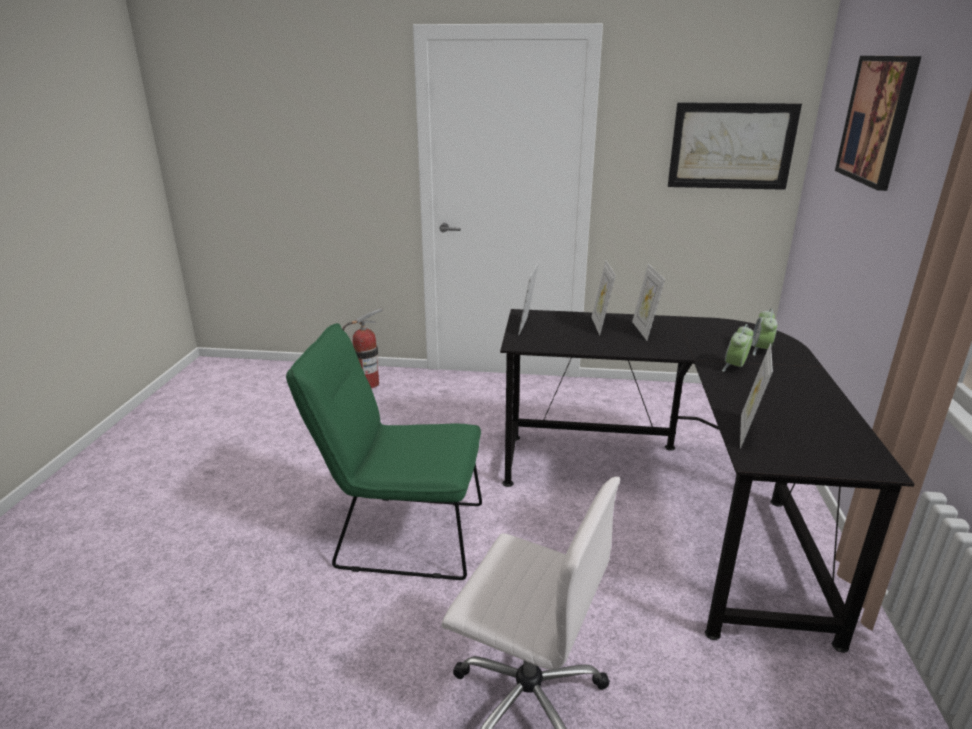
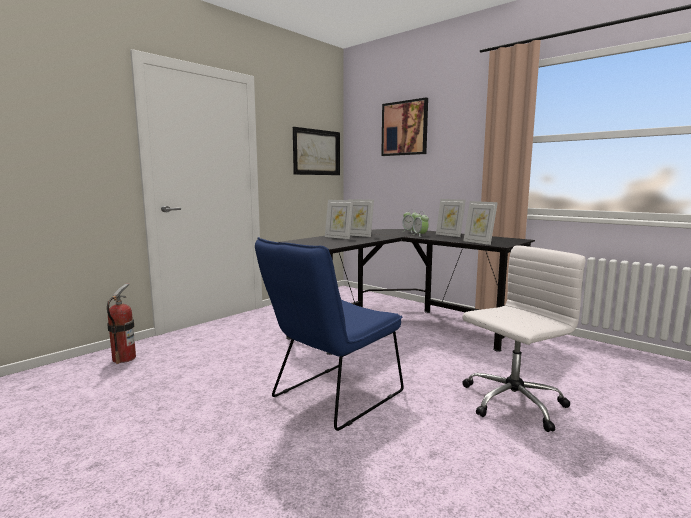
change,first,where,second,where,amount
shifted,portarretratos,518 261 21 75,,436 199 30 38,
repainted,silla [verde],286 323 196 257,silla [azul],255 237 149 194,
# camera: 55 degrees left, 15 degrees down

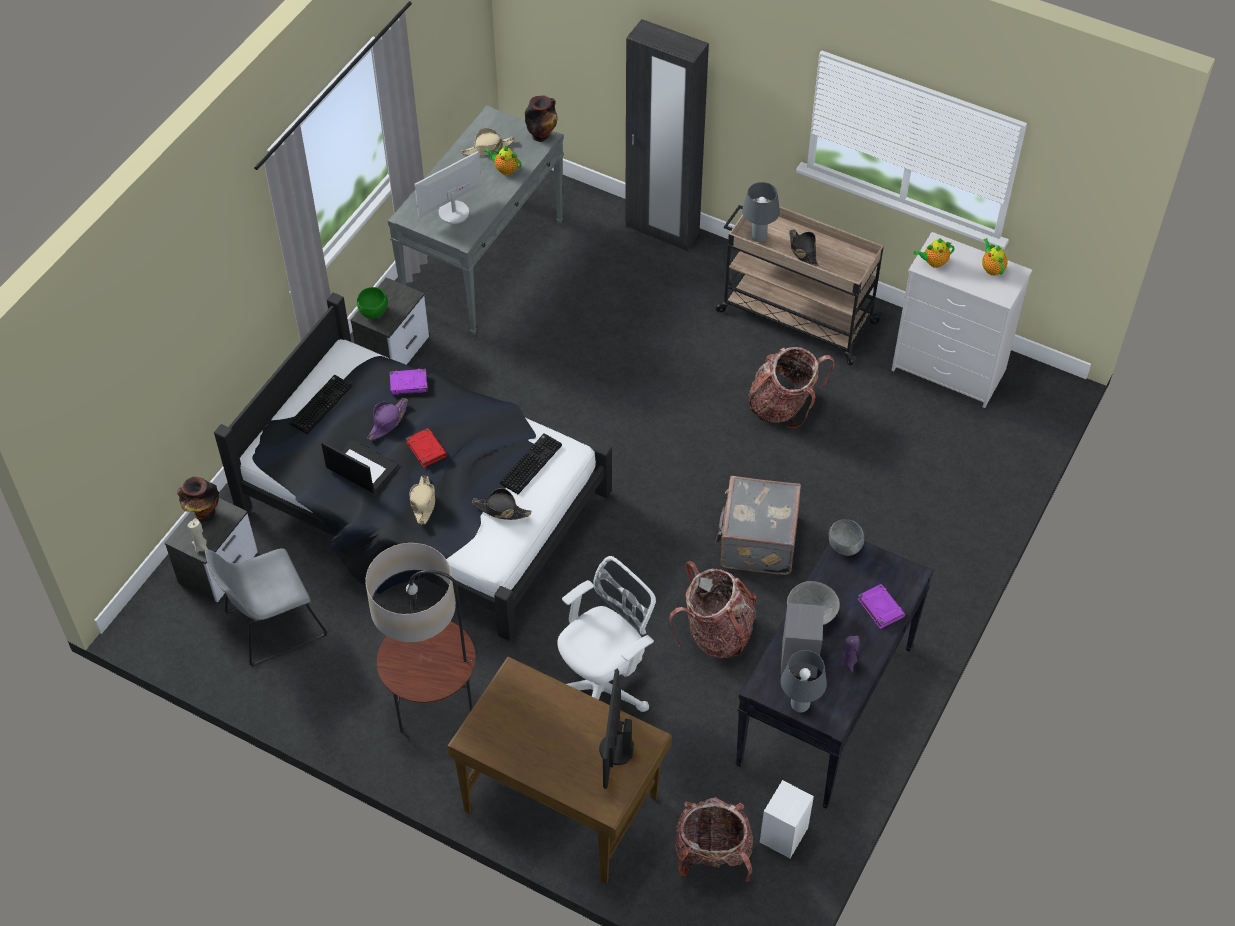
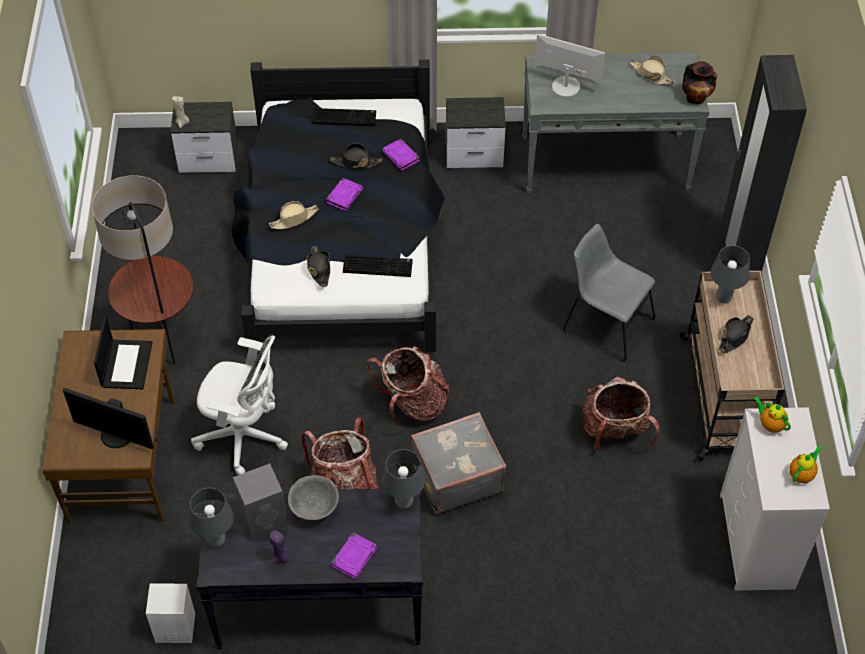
change,first,where,second,where,amount
gone,florero,177 477 42 45,,,
gone,cuenco [verde],357 287 31 32,,,
gone,tetera,484 146 38 29,,,
shifted,silla [gris],205 548 123 119,,563 224 93 138,
shifted,portátil,321 439 78 54,,94 316 59 73,
shifted,mochila,675 797 78 85,,367 346 83 84,
swapped,cuenco [gris],828 519 37 37,lámpara de mesa [gris],382 449 43 60,
repainted,sombrero [morado],367 398 41 42,sombrero [negro],330 143 52 26,
repainted,libro [rojo],406 428 41 39,libro [morado],326 178 37 33,
rotated,monitor,599 668 35 121,,63 388 91 61,135 degrees counterclockwise
# camera: 60 degrees right, 0 degrees up

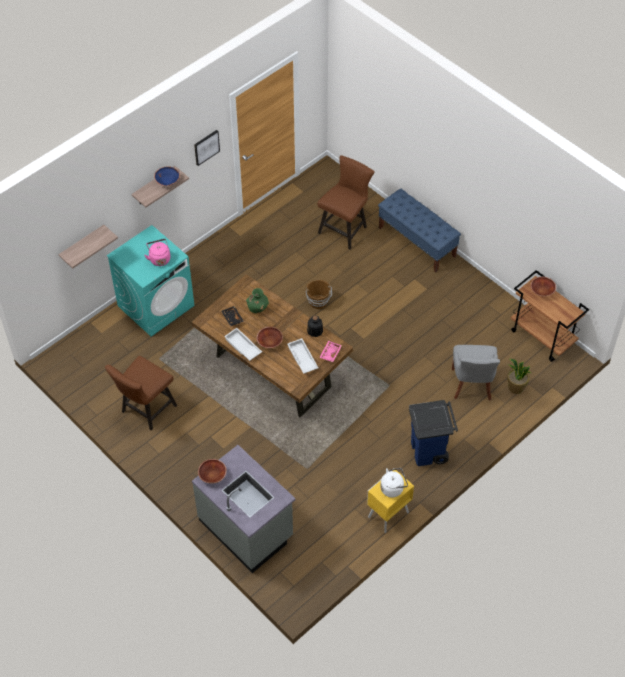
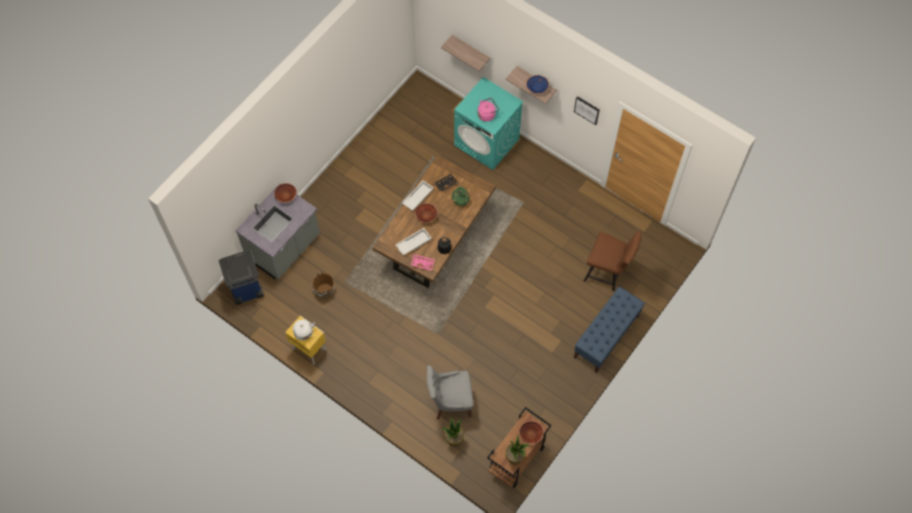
change,first,where,second,where,amount
gone,silla [marrón],105 356 72 74,,,
new,,,planta en maceta,505 435 24 30,
shifted,cubo [marrón],306 279 26 30,,312 272 23 26,
shifted,papelera [azul],409 400 49 66,,219 250 45 55,
# camera: 80 degrees right, 10 degrees up

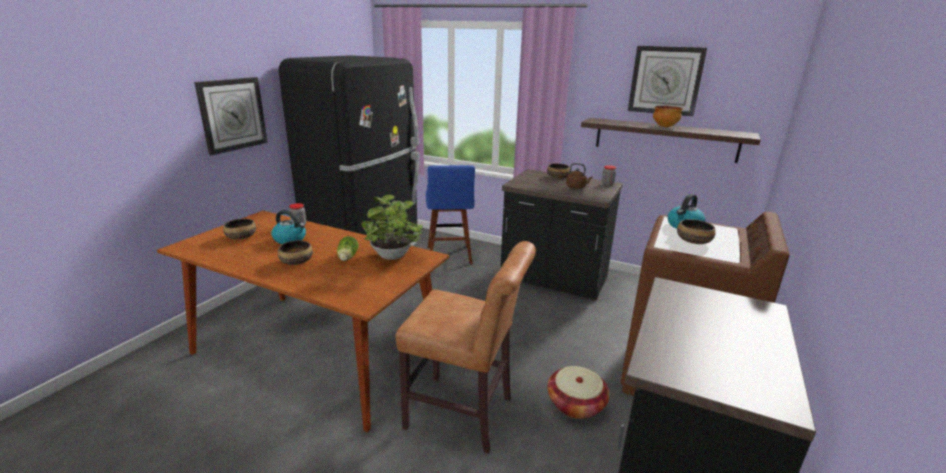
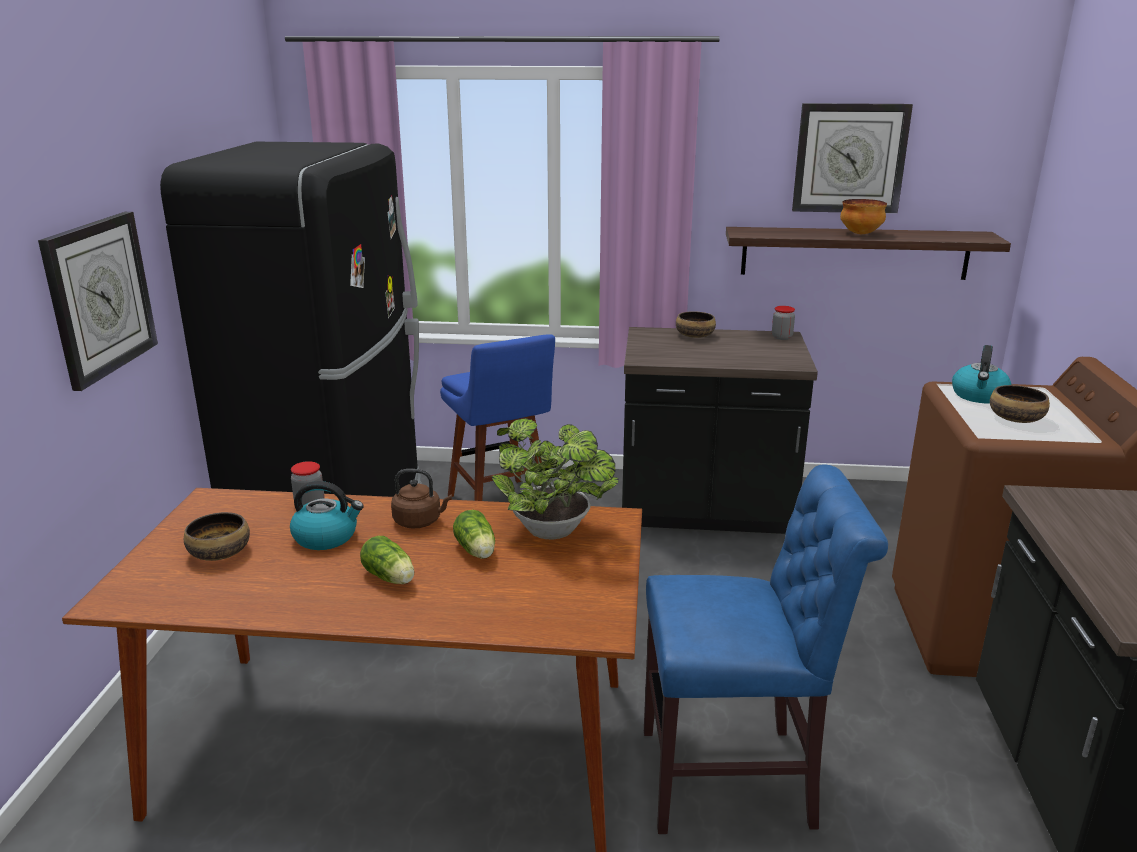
change,first,where,second,where,amount
gone,cesta,547 366 63 53,,,
shifted,hervidor [marrón],566 163 27 26,,391 469 61 59,
swapped,cuenco,278 240 35 25,lechuga,360 536 54 48,
repainted,silla [marrón],396 241 140 213,silla [azul],644 464 244 370,
# camera: 20 degrees left, 0 degrees up

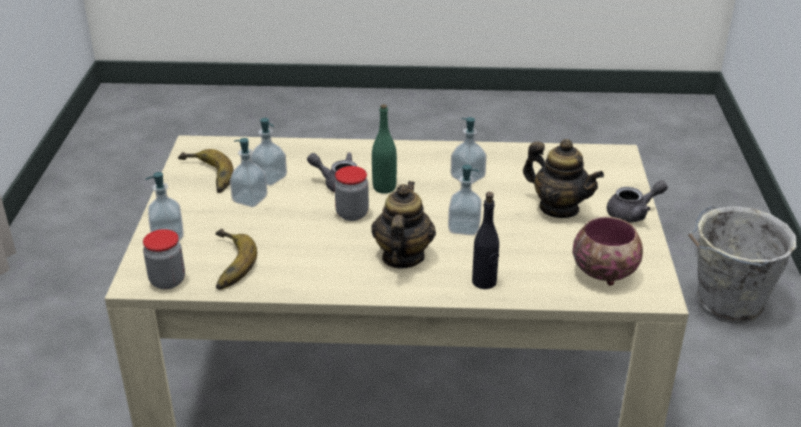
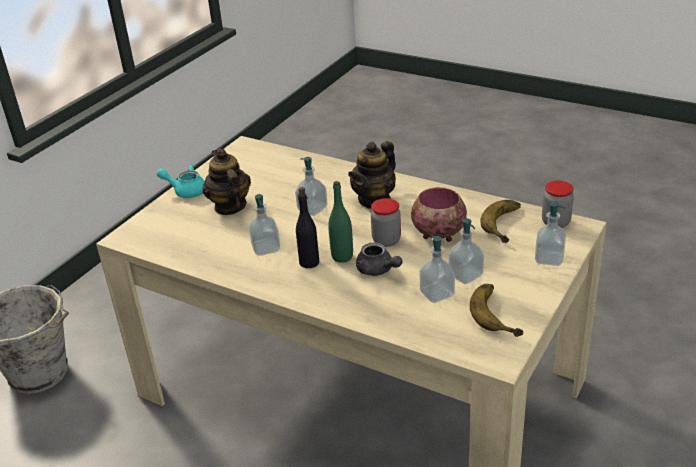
change,first,where,second,where,amount
shifted,botella [negro],472 192 27 97,,296 187 23 81,
shifted,cuenco,573 217 70 69,,411 187 56 55,
repainted,tetera [gris],607 180 61 42,tetera [turquesa],157 164 48 34,
# camera: 150 degrees left, 0 degrees up

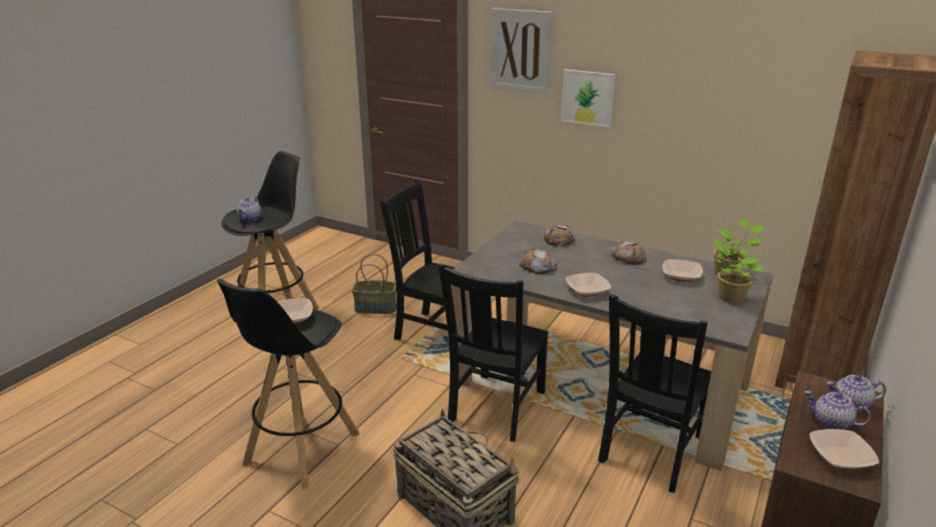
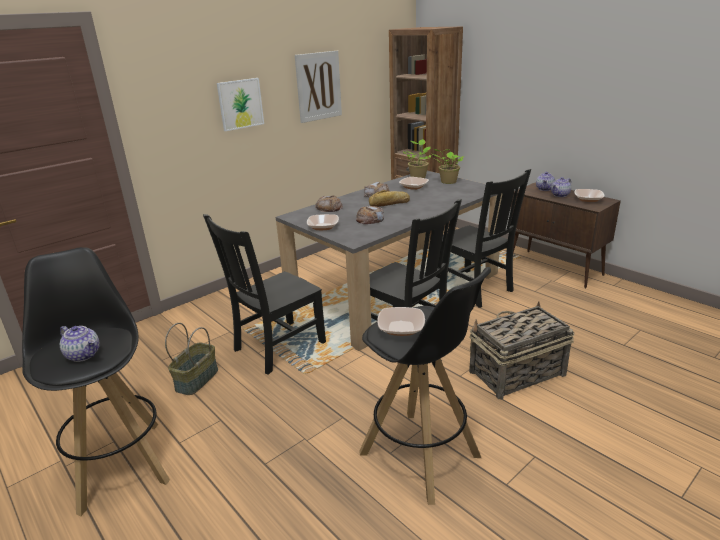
change,first,where,second,where,amount
new,,,pan,369 190 41 17,
shifted,cuadro,490 8 63 86,,295 51 47 72,
shifted,cuenco,566 273 45 24,,307 214 32 16,
# camera: 70 degrees left, 0 degrees up

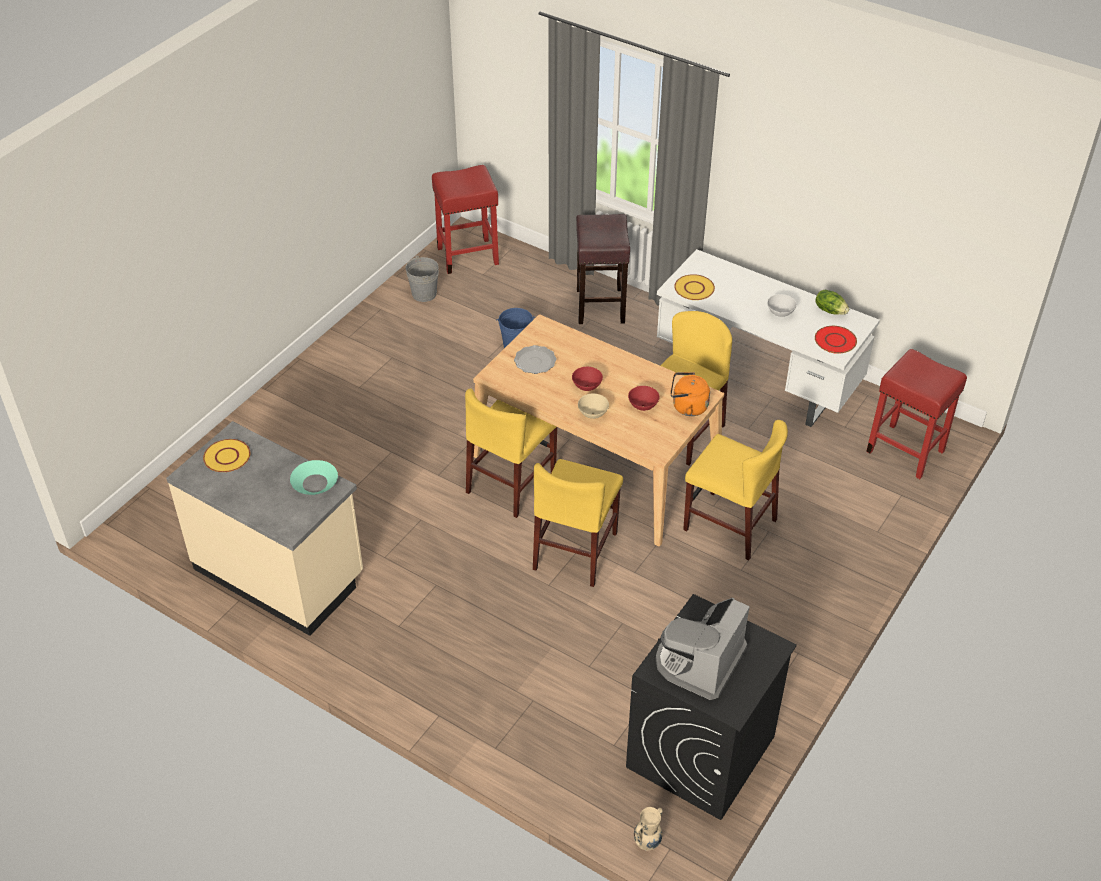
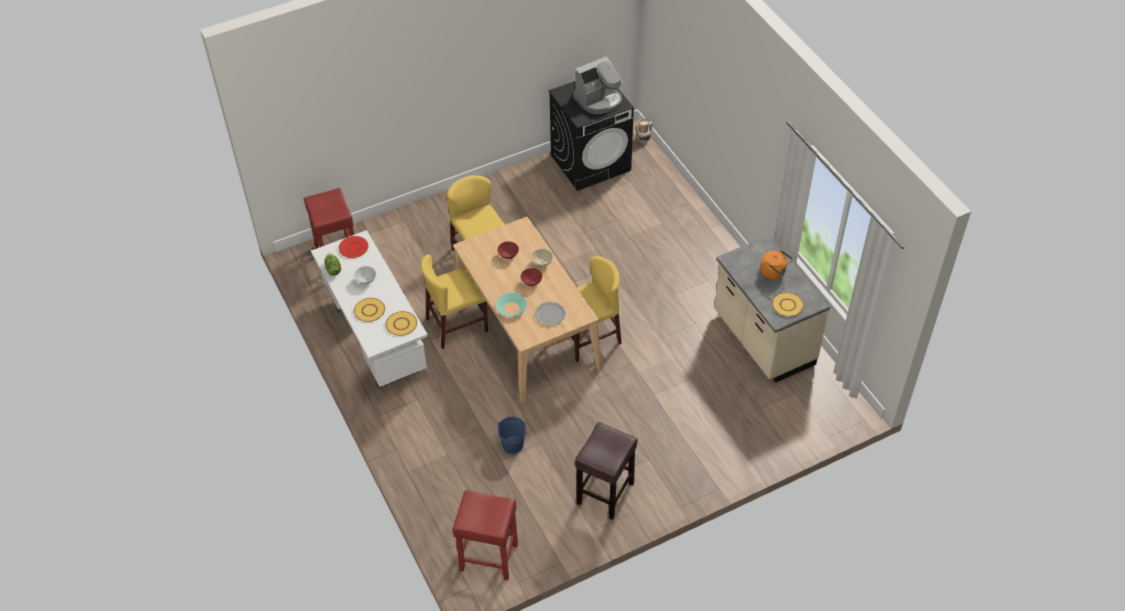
change,first,where,second,where,amount
gone,cubo [gris],405 256 34 46,,,
gone,silla [amarillo],533 459 90 128,,,
new,,,plato [amarillo],354 298 31 24,
shifted,cuenco [turquesa],290 460 48 35,,496 293 31 24,
shifted,taburete [marrón],576 214 54 110,,575 422 63 98,
shifted,hervidor [naranja],671 372 39 44,,760 250 32 30,
# camera: 150 degrees left, 5 degrees up

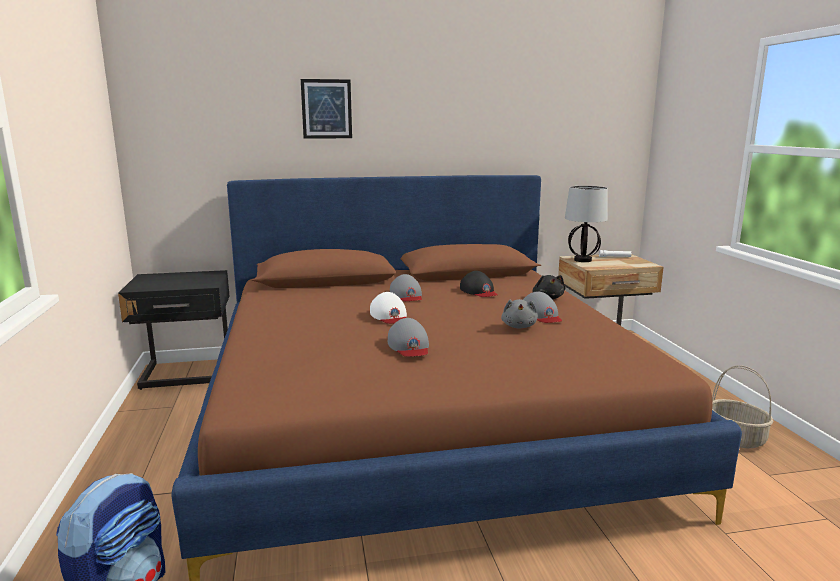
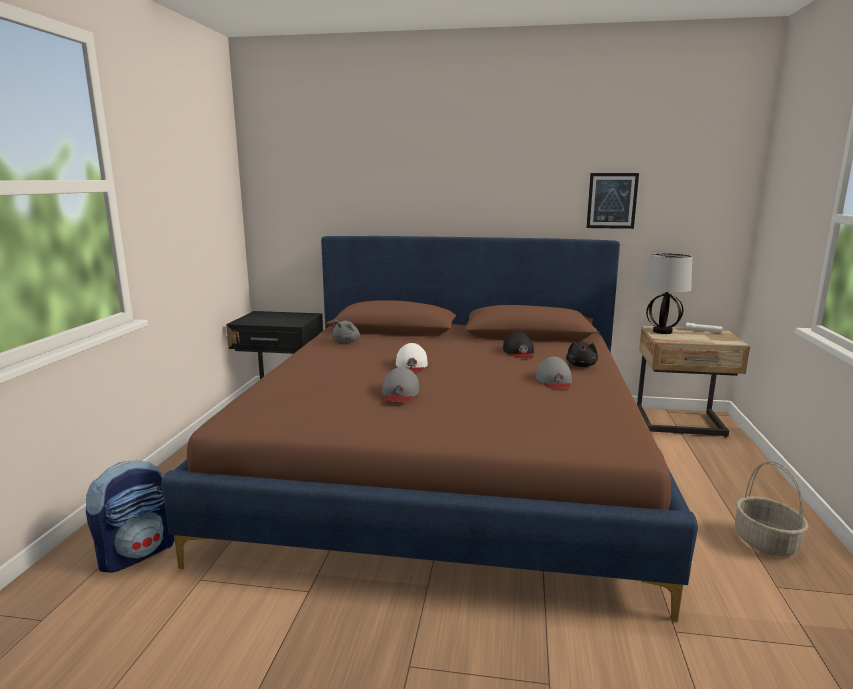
change,first,where,second,where,amount
gone,gorra [gris],390 274 32 27,,,
shifted,cuadro,301 79 51 60,,586 173 53 56,
shifted,peluche [gris],501 299 37 29,,332 320 28 23,
# camera: 20 degrees right, 0 degrees up

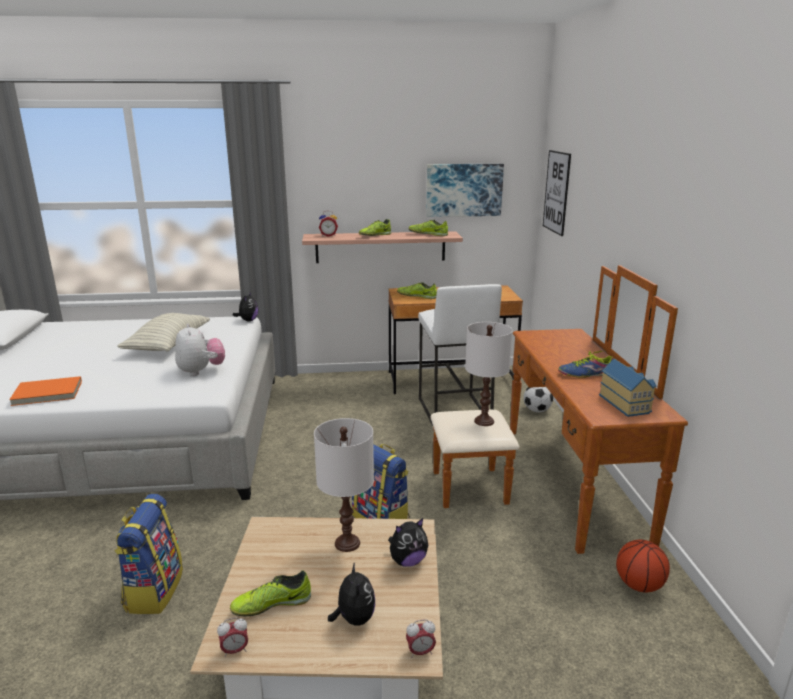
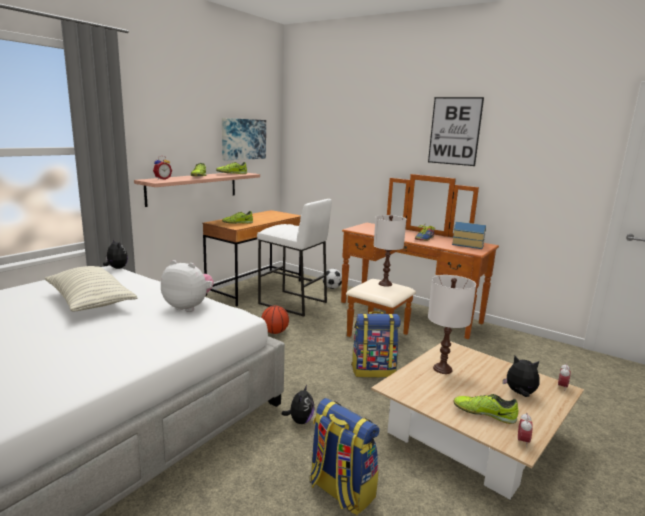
change,first,where,second,where,amount
gone,libro [naranja],9 376 73 30,,,
shifted,peluche,388 518 40 49,,282 385 33 39,
shifted,cuadro,543 150 28 86,,428 97 56 69,
shifted,balón de baloncesto,616 540 54 53,,261 306 28 28,
rotated,zapato,230 571 81 45,,453 394 65 30,90 degrees clockwise
# camera: 50 degrees left, 5 degrees down

